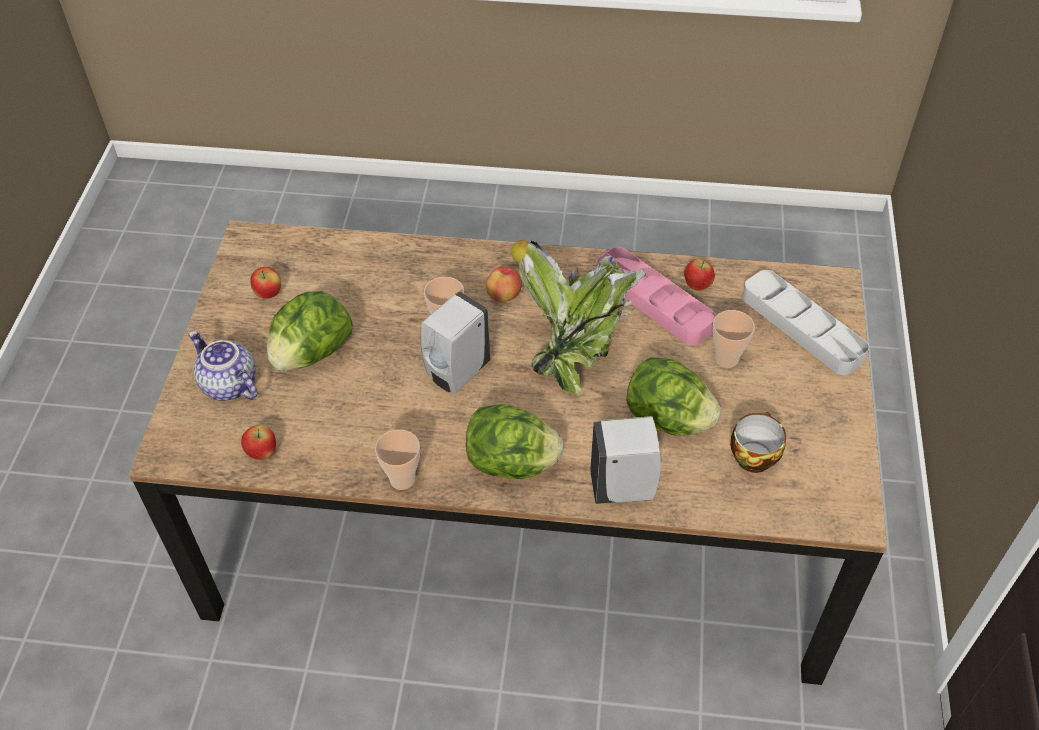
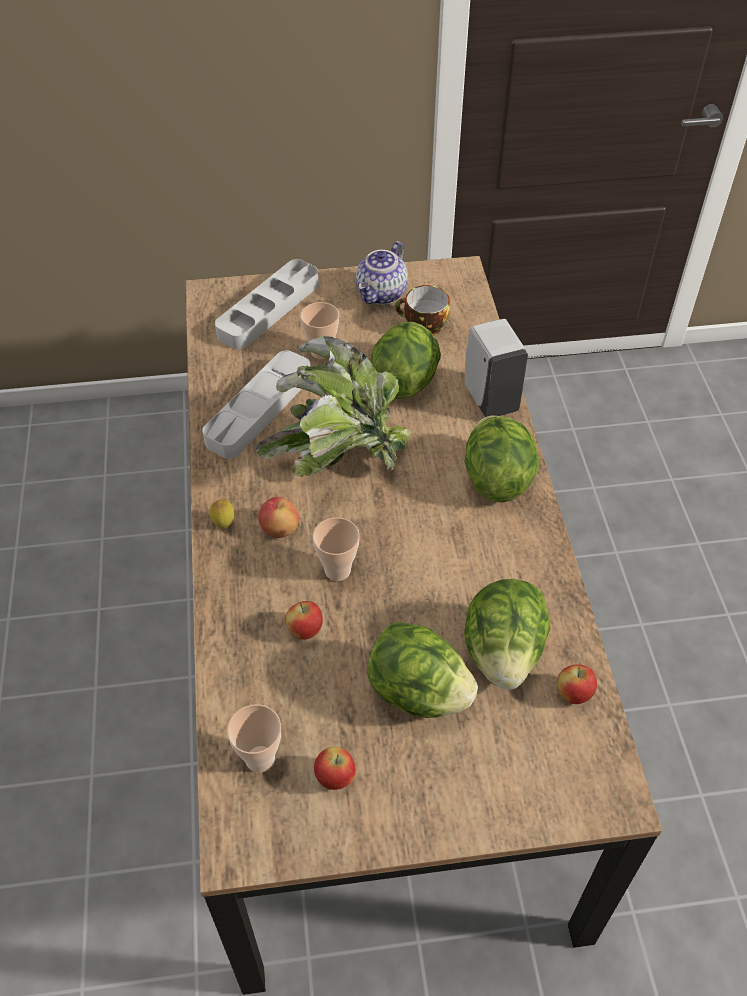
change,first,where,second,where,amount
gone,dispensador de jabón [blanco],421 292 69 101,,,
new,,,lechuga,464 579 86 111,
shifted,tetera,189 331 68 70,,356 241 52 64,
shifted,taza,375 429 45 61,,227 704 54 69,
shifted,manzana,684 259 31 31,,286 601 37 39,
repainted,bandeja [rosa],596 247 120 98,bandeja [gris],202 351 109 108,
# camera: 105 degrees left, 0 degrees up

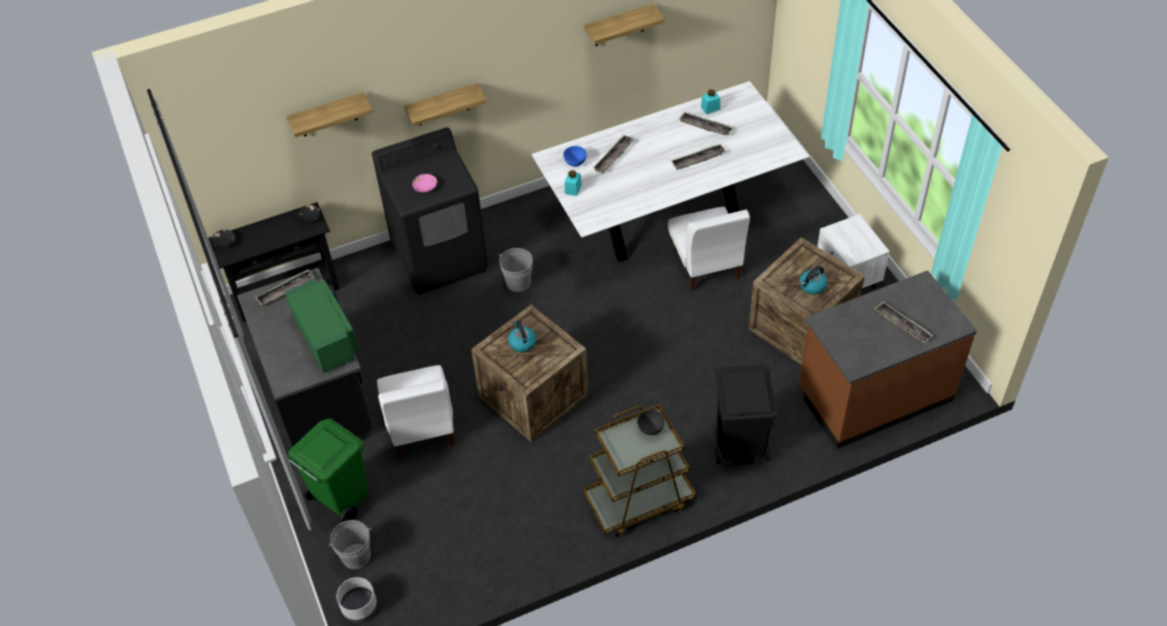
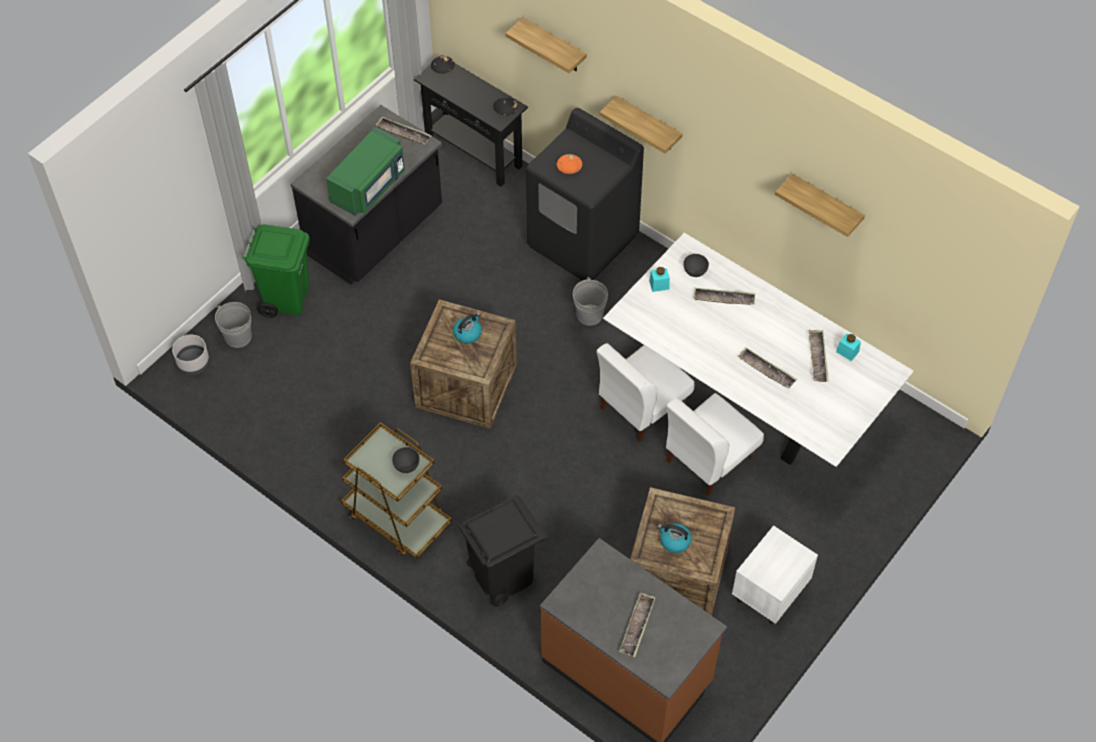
change,first,where,second,where,amount
shifted,silla [blanco],377 365 78 94,,596 343 98 99,
repainted,cuenco [rosa],412 174 25 18,cuenco [naranja],557 154 25 20,
repainted,cuenco [azul],563 146 24 21,cuenco [gris],683 254 26 23,
# camera: 60 degrees right, 5 degrees up

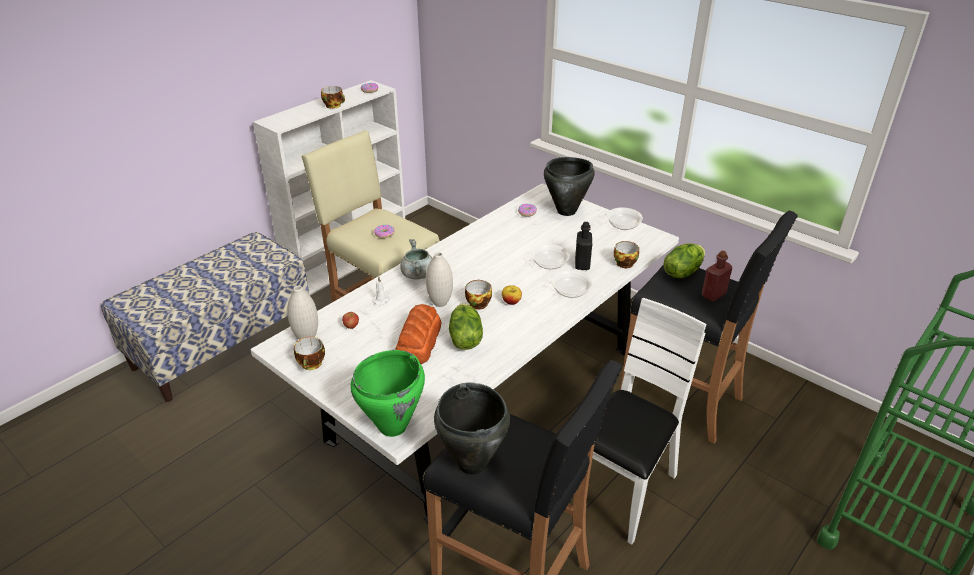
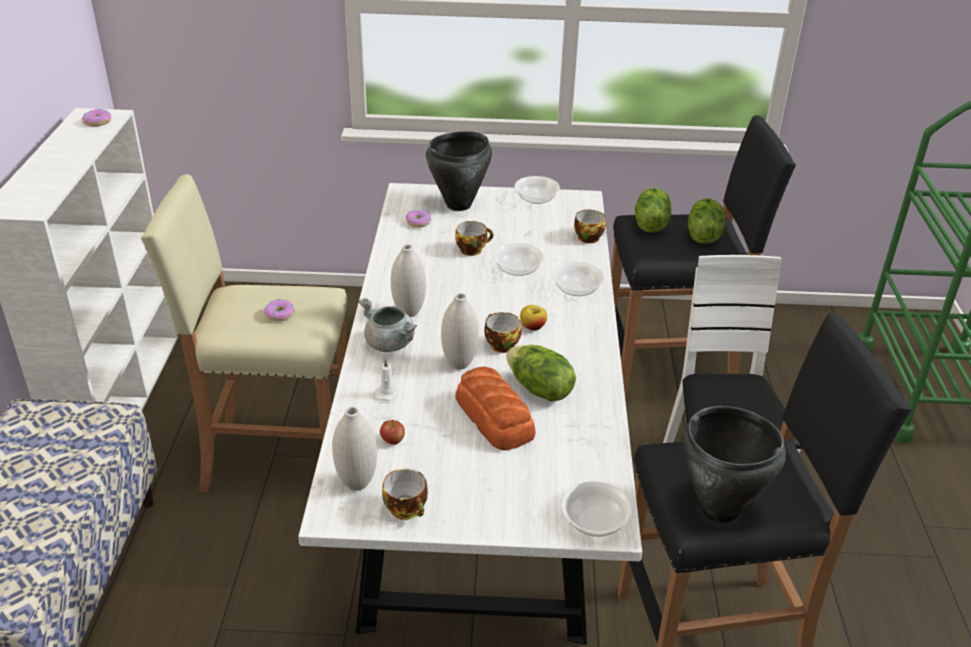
change,first,where,second,where,amount
gone,botella [negro],575 222 17 48,,,
new,,,florero [blanco],391 244 35 73,
shifted,taza,321 86 24 23,,455 221 38 35,
swapped,olla [verde],351 350 74 87,cuenco,561 481 71 56,
swapped,botella [rojo],702 251 31 50,lechuga,688 198 37 46,
# camera: 40 degrees left, 0 degrees up

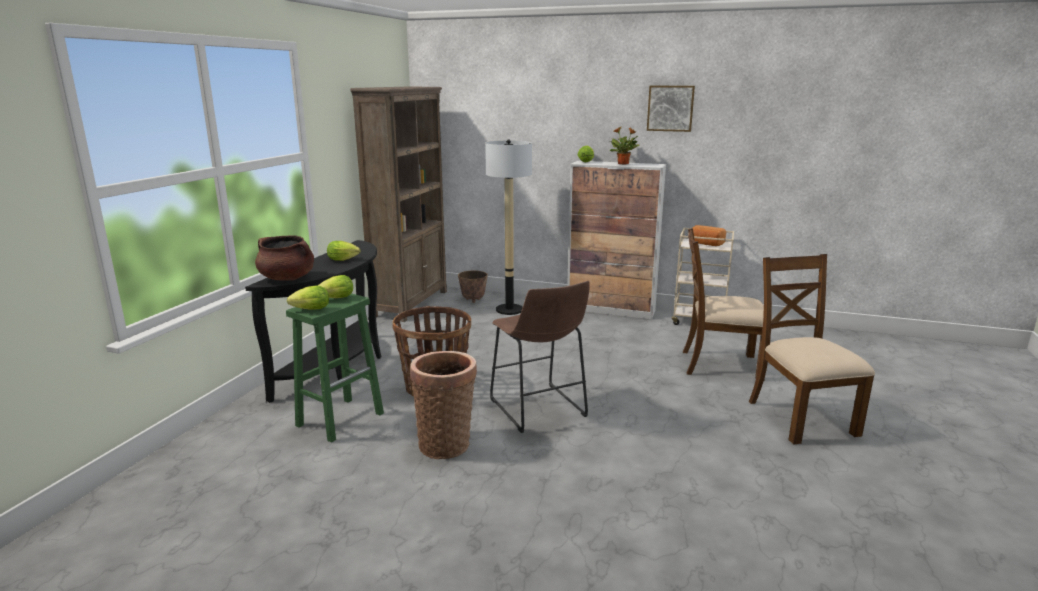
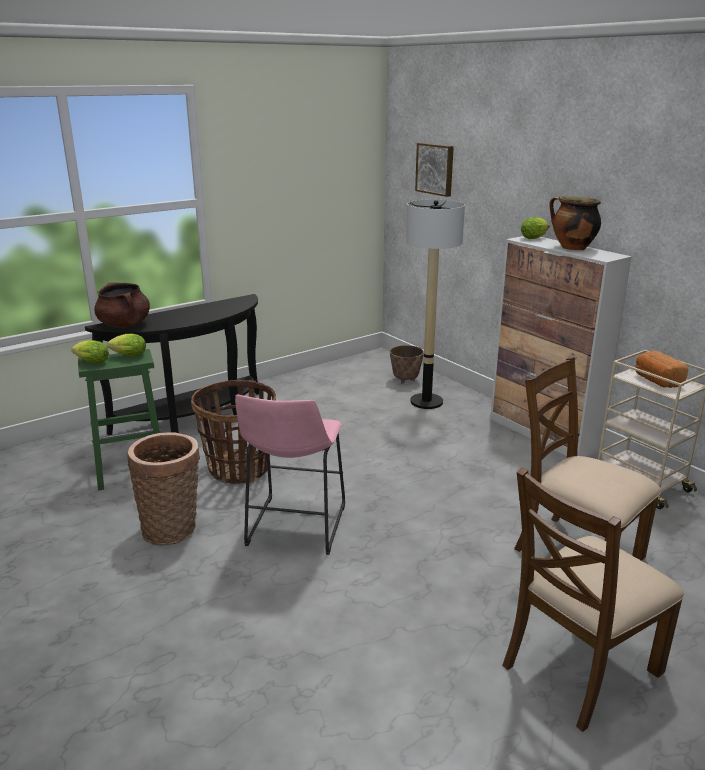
change,first,where,second,where,amount
gone,lechuga,327 241 33 20,,,
gone,estantería [marrón],350 87 97 235,,,
shifted,cuadro,647 86 48 46,,415 143 39 54,
swapped,planta en maceta,609 127 31 38,olla,549 196 52 54,
repainted,taburete [marrón],490 281 100 152,taburete [rosa],235 394 110 161,
rotated,silla [marrón],749 254 126 190,,502 467 182 265,150 degrees counterclockwise
# camera: 35 degrees right, 5 degrees up

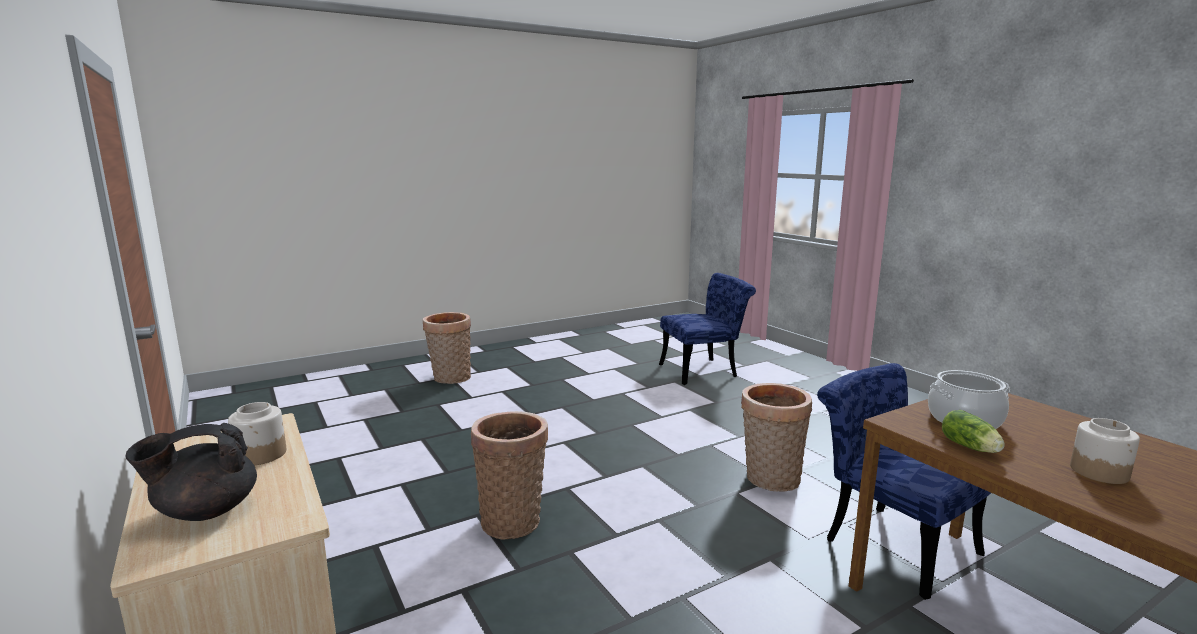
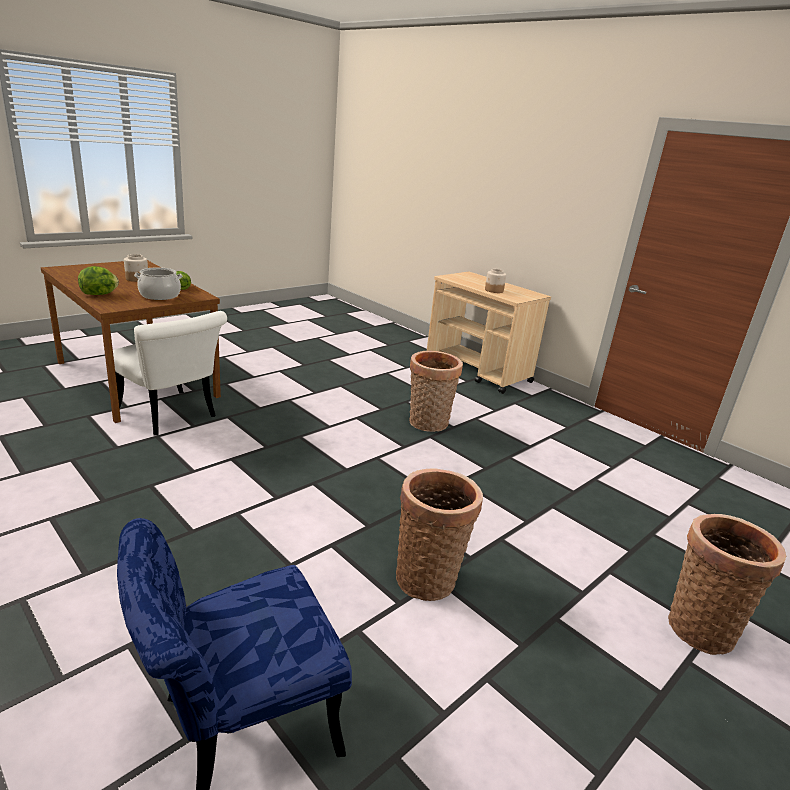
change,first,where,second,where,amount
gone,tetera [negro],125 423 132 98,,,
new,,,lechuga,78 266 41 29,
shifted,cesta,741 383 71 108,,396 468 87 133,
repainted,silla [azul],817 363 174 237,silla [blanco],113 311 114 125,
# camera: 165 degrees right, 10 degrees up

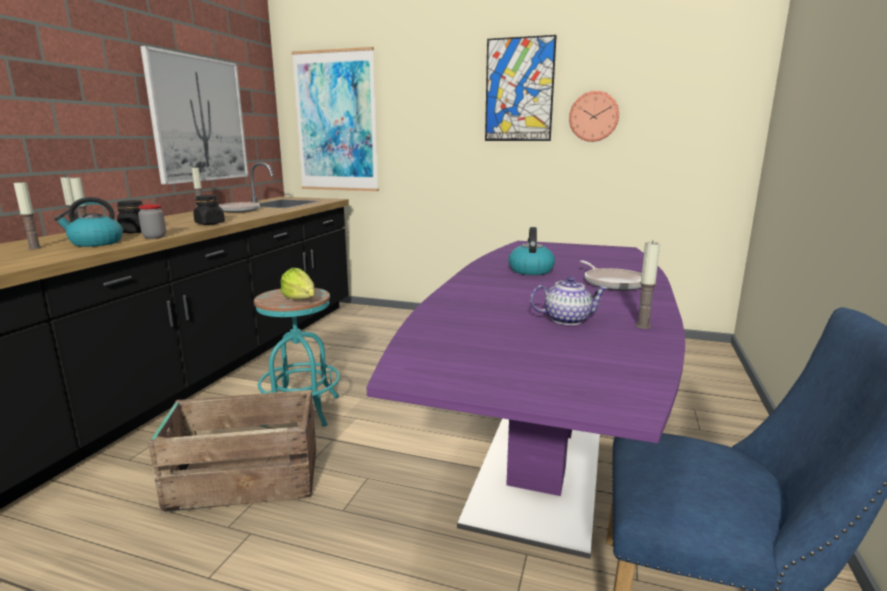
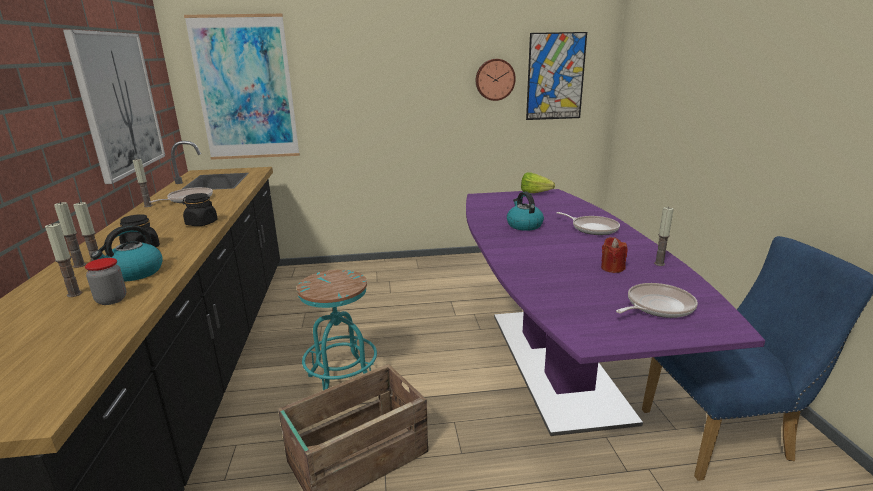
change,first,where,second,where,amount
new,,,sartén,616 283 82 35,
shifted,tarro,138 204 28 35,,85 258 41 47,
shifted,lechuga,281 268 33 32,,521 172 34 21,
shifted,cuadro,485 35 72 106,,526 32 61 88,
swapped,tetera,530 276 78 49,vela [rojo],601 237 27 36,
# camera: 25 degrees left, 5 degrees up

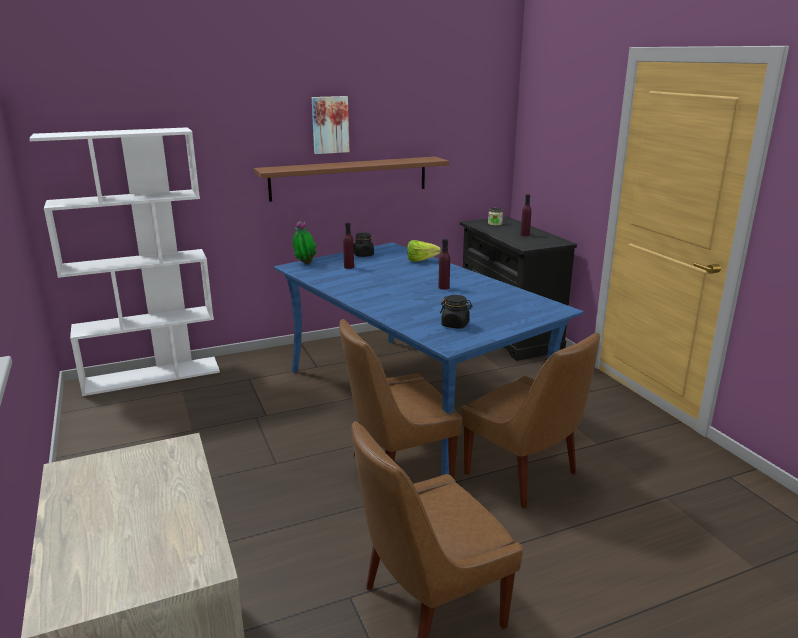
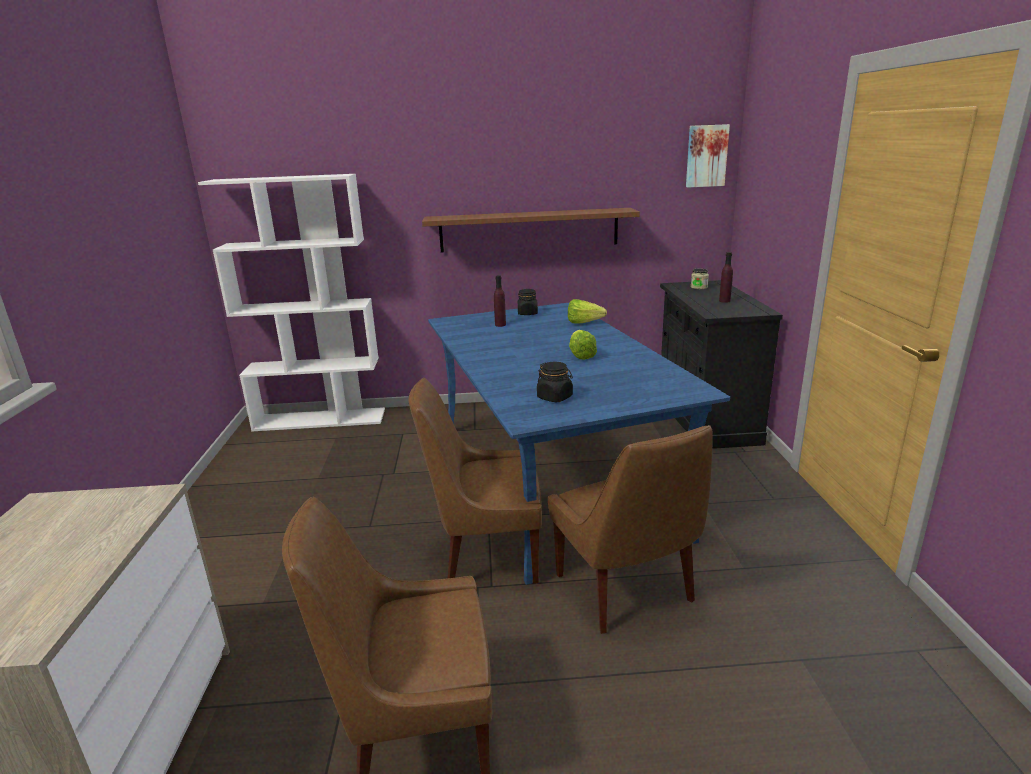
change,first,where,second,where,amount
gone,planta en maceta,293 221 24 43,,,
shifted,cuadro,312 96 37 58,,686 124 44 63,
swapped,botella [morado],438 239 12 51,lechuga,569 330 28 30,
# camera: 20 degrees right, 0 degrees up

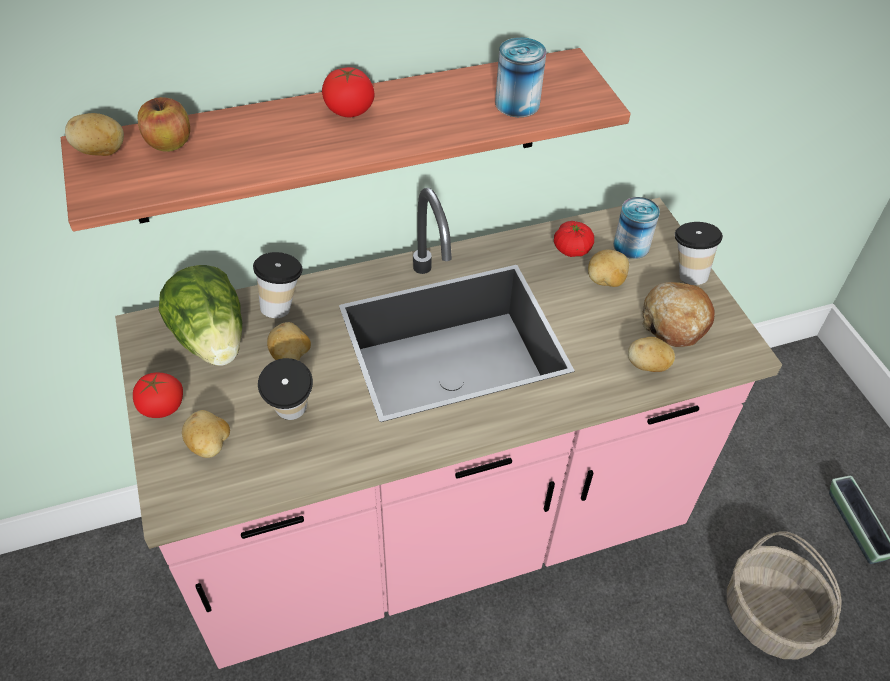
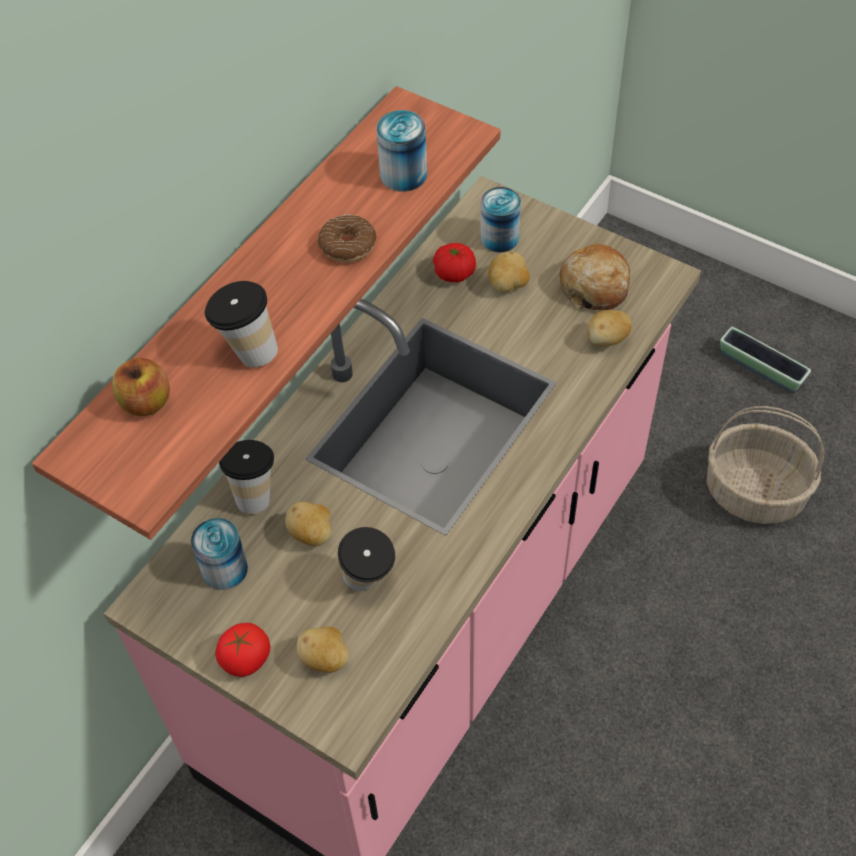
change,first,where,second,where,amount
gone,patata,65 113 59 43,,,
gone,tomate,322 67 53 50,,,
new,,,rosquilla,318 215 59 47,
shifted,taza,675 222 48 63,,205 281 73 86,
swapped,lechuga,159 265 83 101,lata,191 518 57 72,
# camera: 35 degrees left, 5 degrees up

